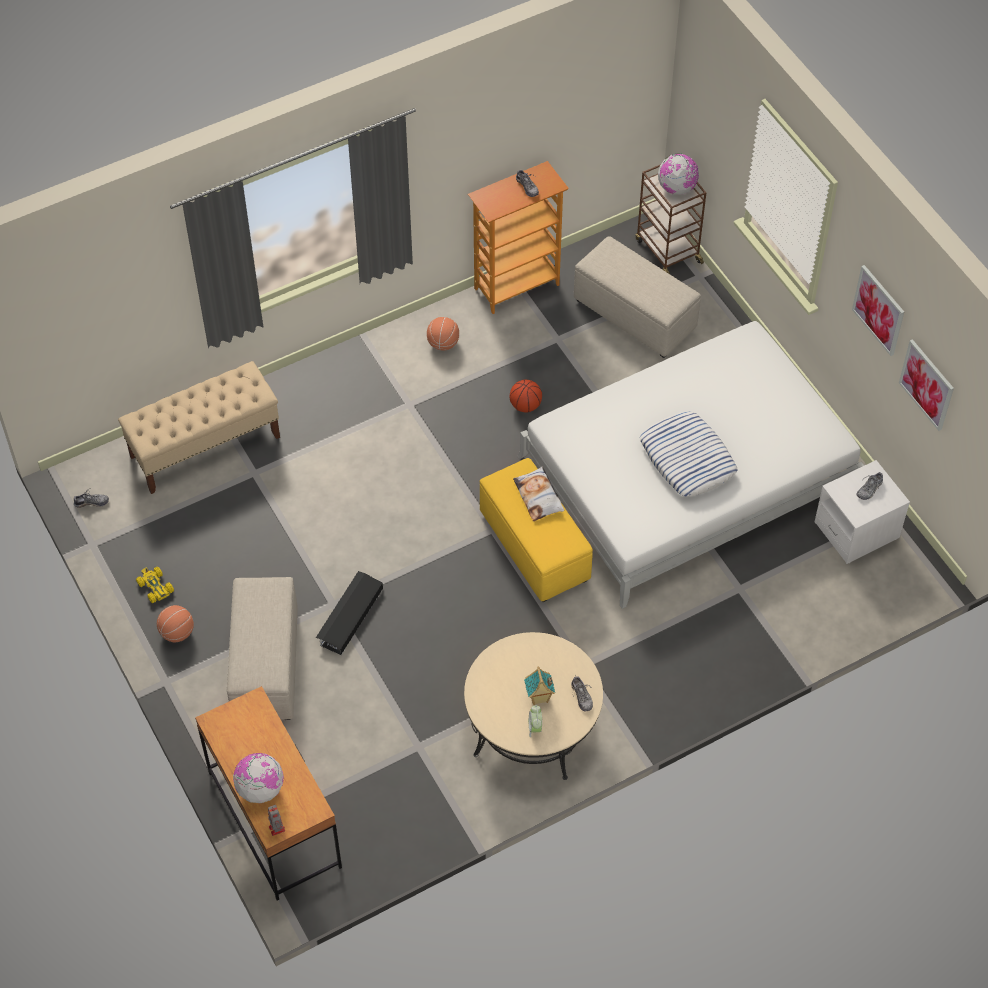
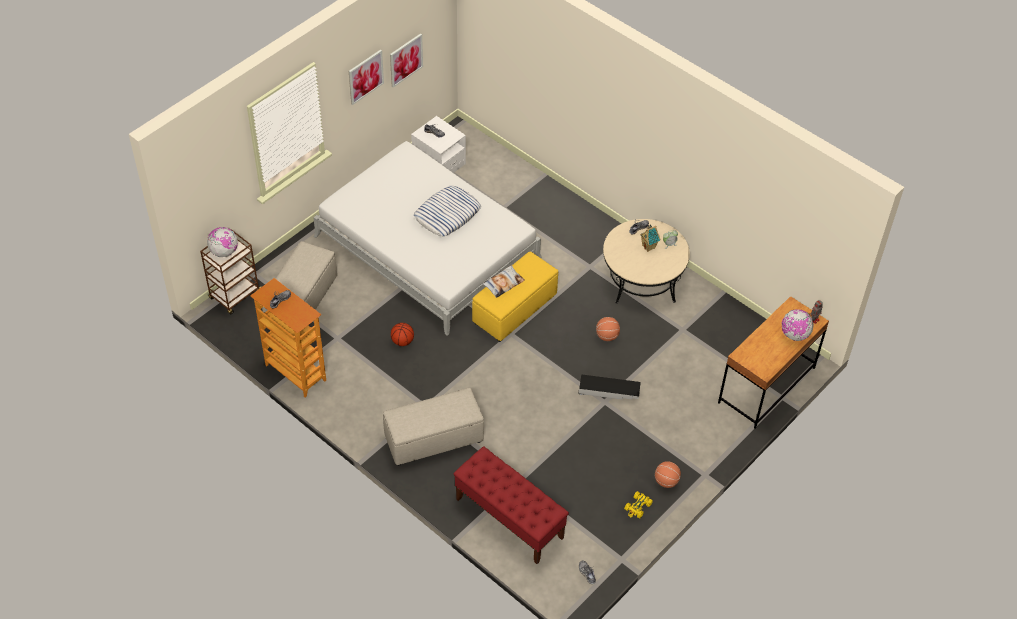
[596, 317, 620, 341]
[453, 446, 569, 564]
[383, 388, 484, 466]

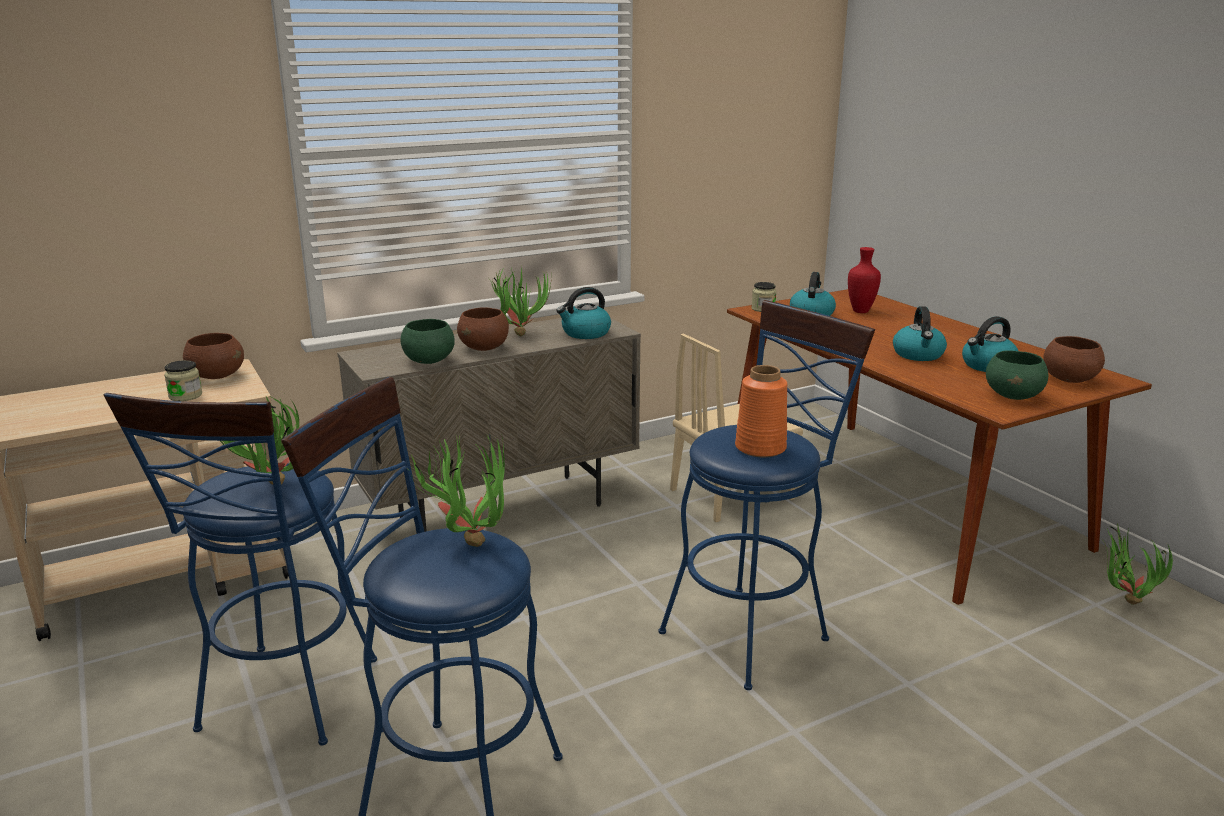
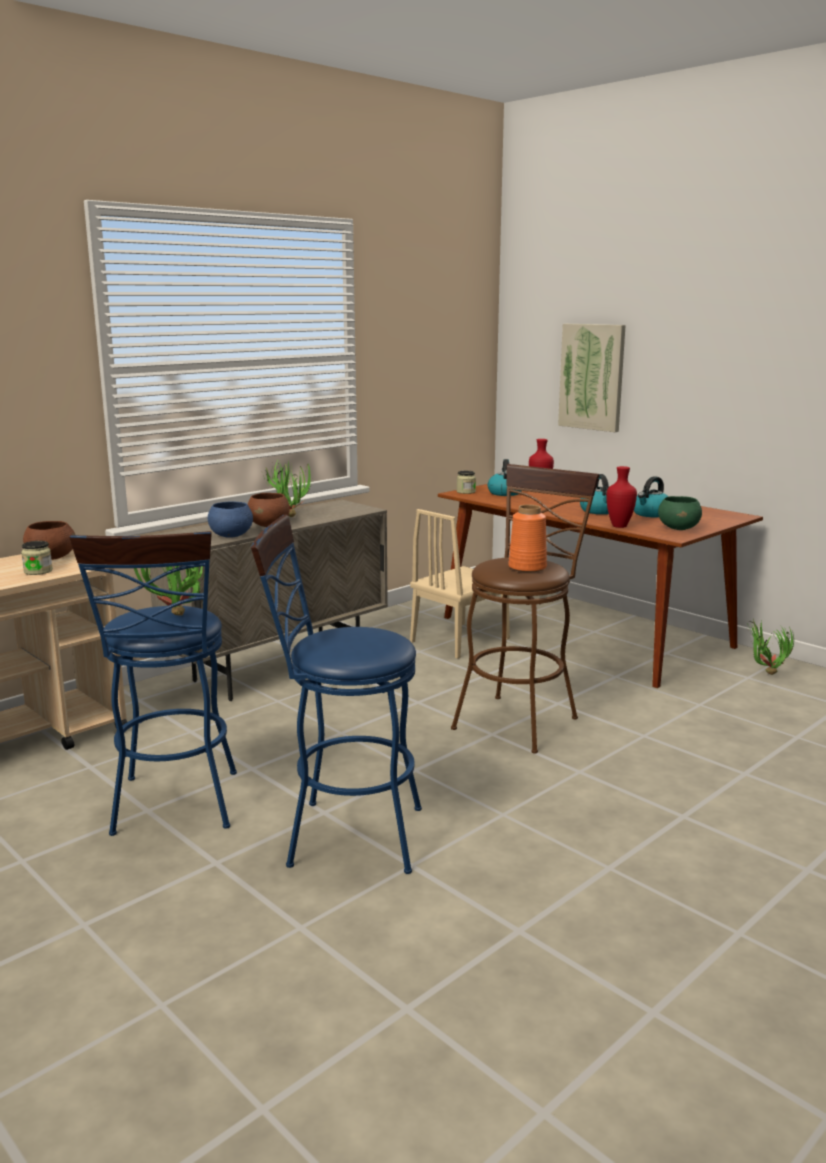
[556, 287, 611, 339] (first image)
[451, 464, 600, 754]
[208, 501, 253, 538]
[1043, 336, 1105, 383] (first image)
[411, 433, 505, 547] (first image)
[558, 324, 626, 432]
[606, 466, 637, 528]

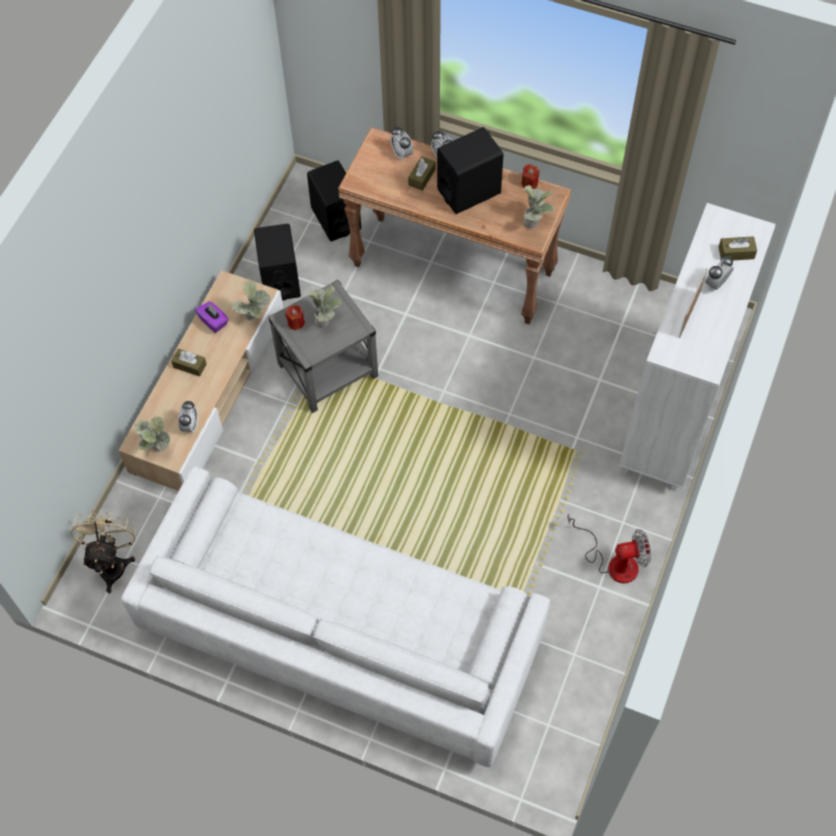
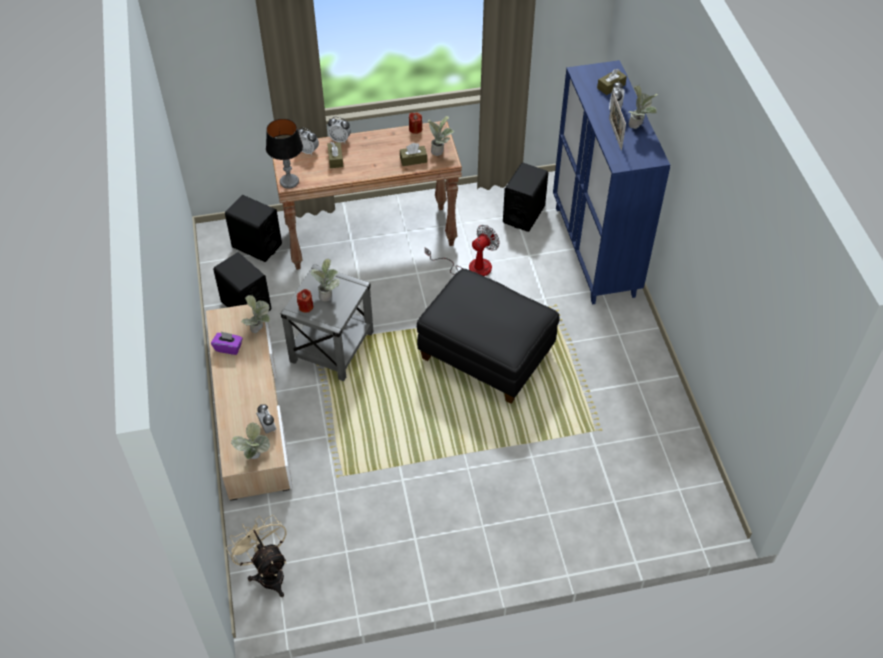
[503, 163, 548, 232]
[553, 60, 670, 305]
[400, 143, 427, 166]
[121, 466, 550, 768] (first image)
[425, 225, 500, 276]
[629, 85, 658, 129]
[266, 119, 303, 189]
[417, 269, 560, 404]

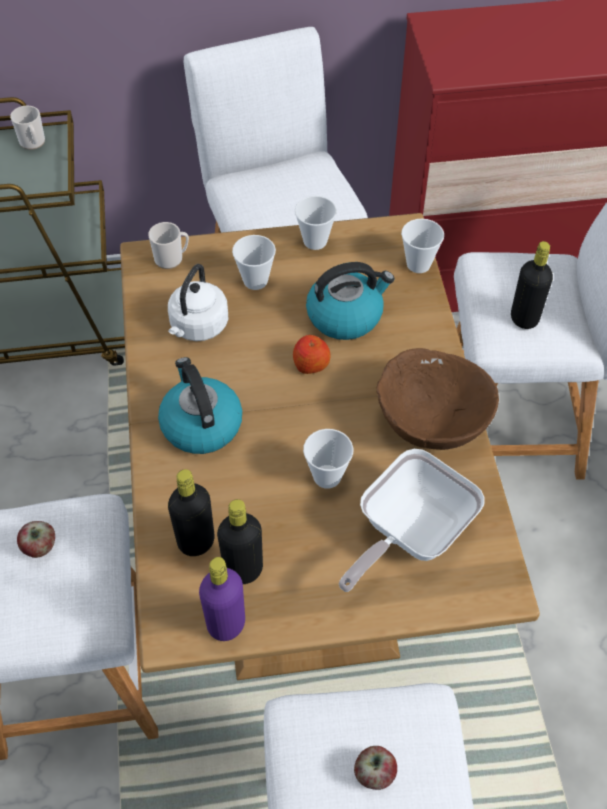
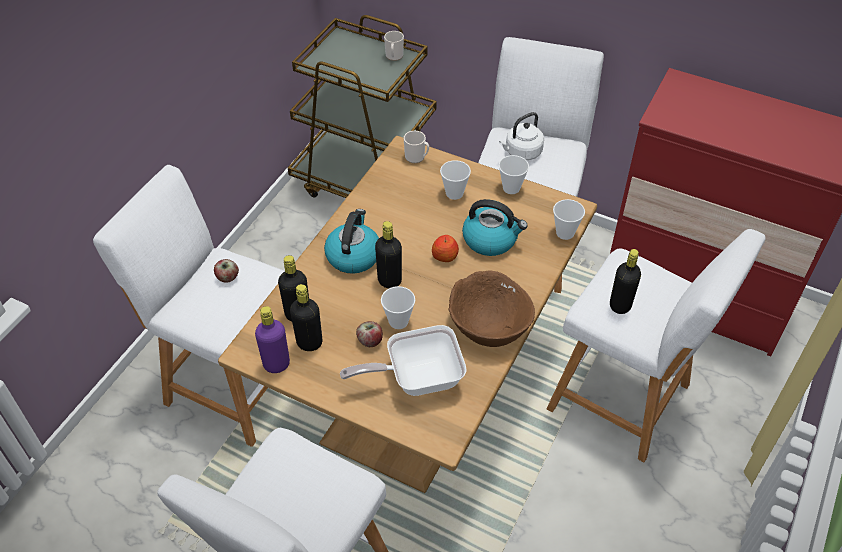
[499, 112, 544, 160]
[356, 321, 383, 347]
[375, 221, 402, 288]

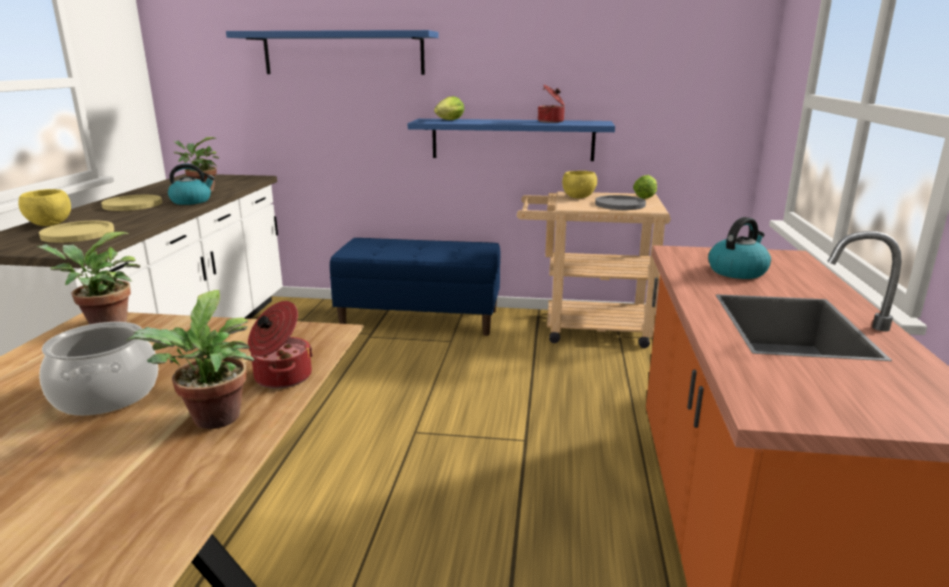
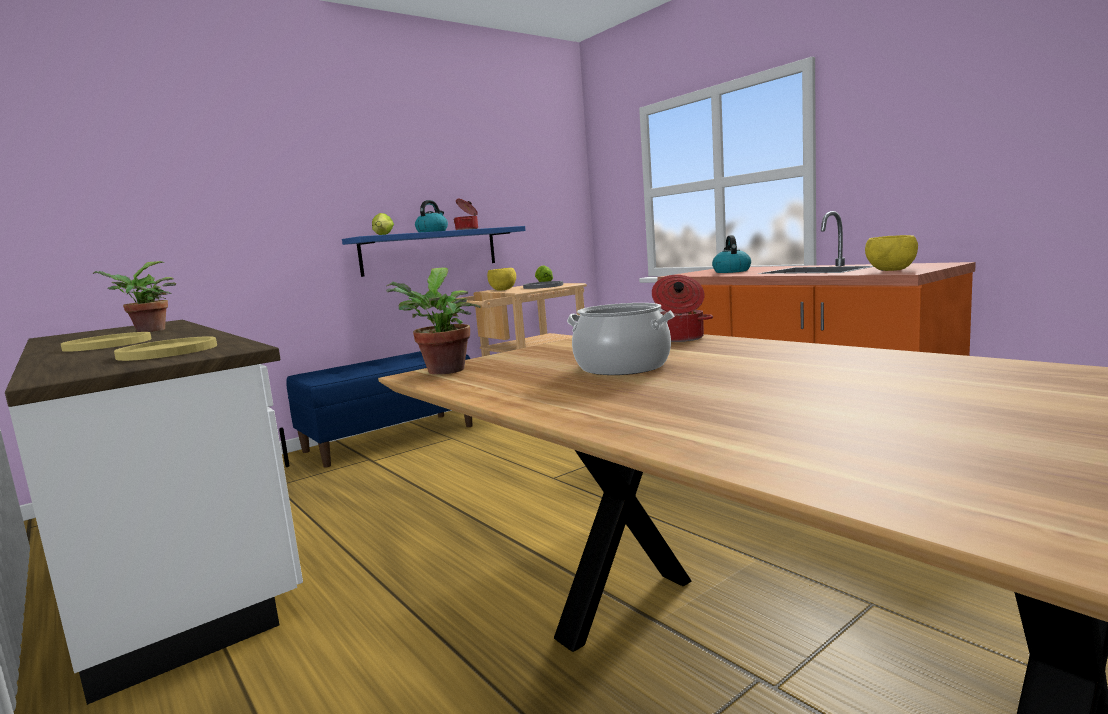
[226, 30, 439, 75] (first image)
[415, 200, 448, 233]
[865, 235, 918, 271]
[126, 290, 254, 429] (first image)

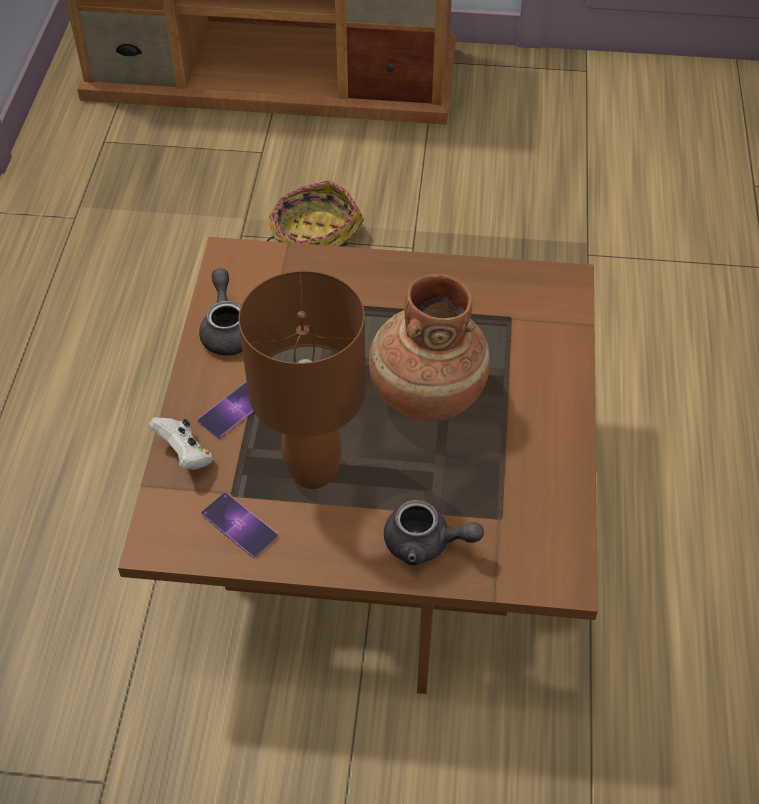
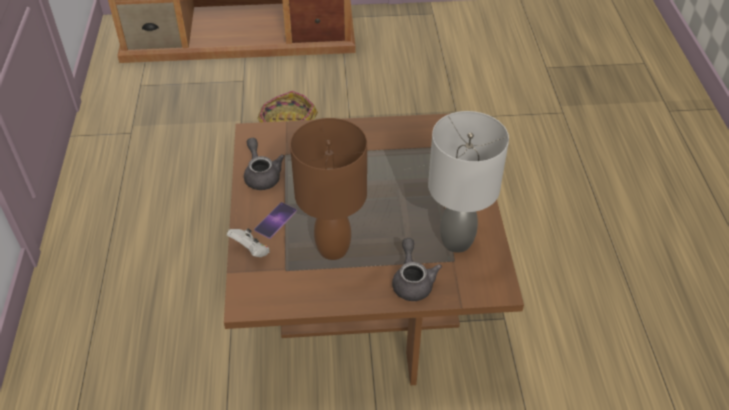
[369, 274, 490, 422] (first image)
[201, 493, 278, 558] (first image)
[392, 238, 442, 301]
[428, 111, 509, 253]

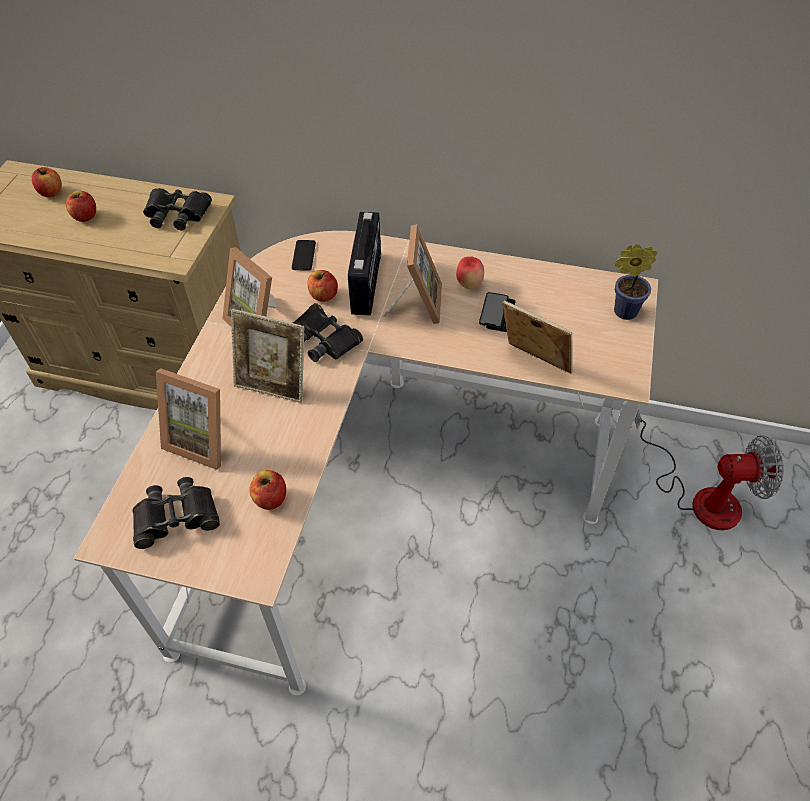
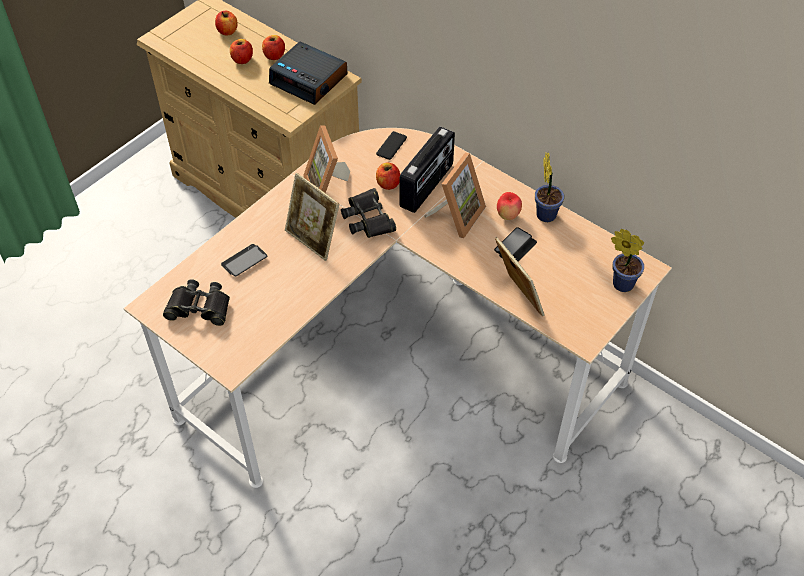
[269, 41, 347, 105]
[221, 244, 267, 276]
[635, 410, 784, 530] (first image)
[262, 35, 285, 60]
[535, 152, 564, 222]

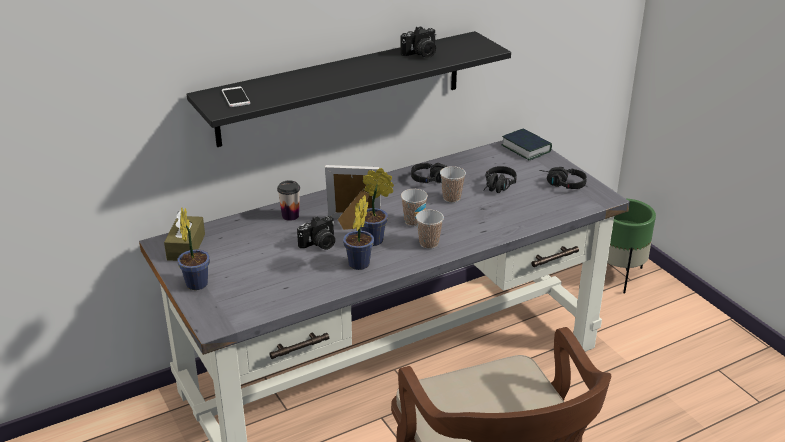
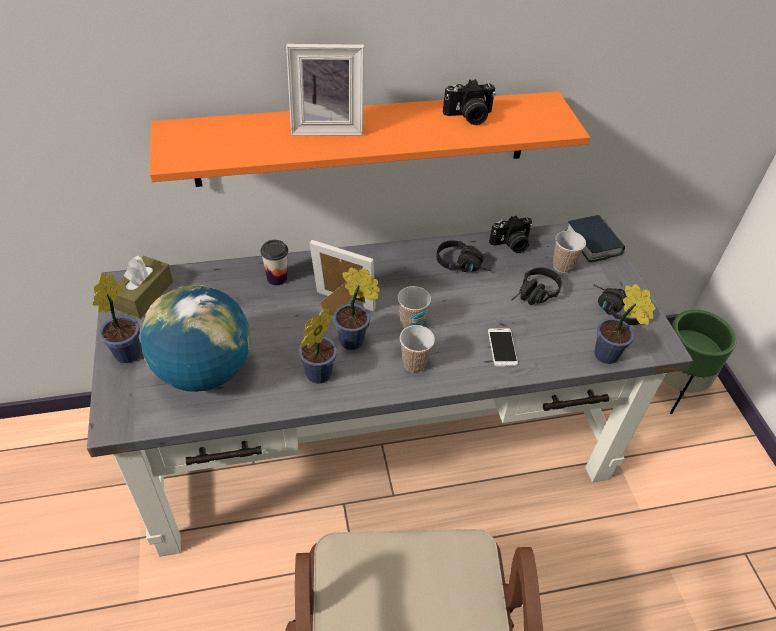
[150, 91, 590, 187]
[488, 328, 518, 366]
[553, 231, 586, 273]
[489, 215, 532, 253]
[286, 44, 364, 135]
[594, 284, 655, 364]
[141, 285, 250, 392]

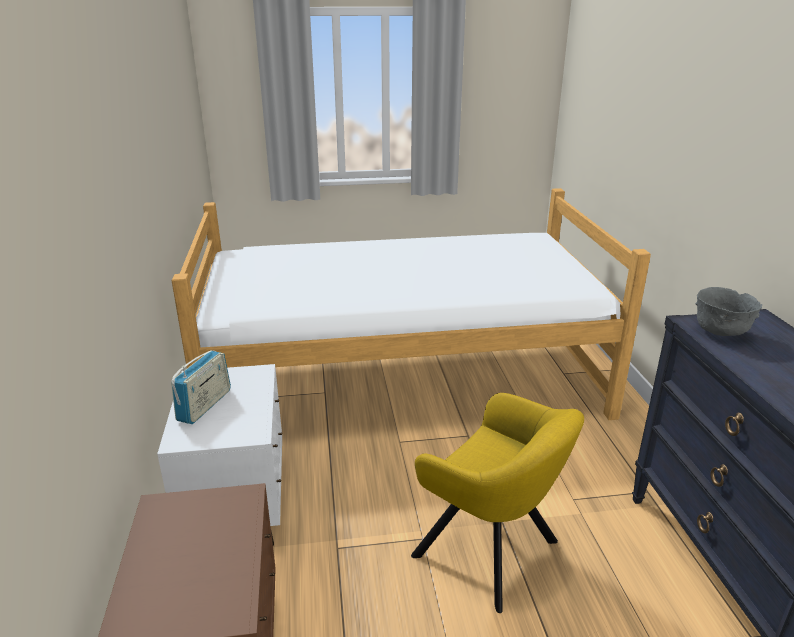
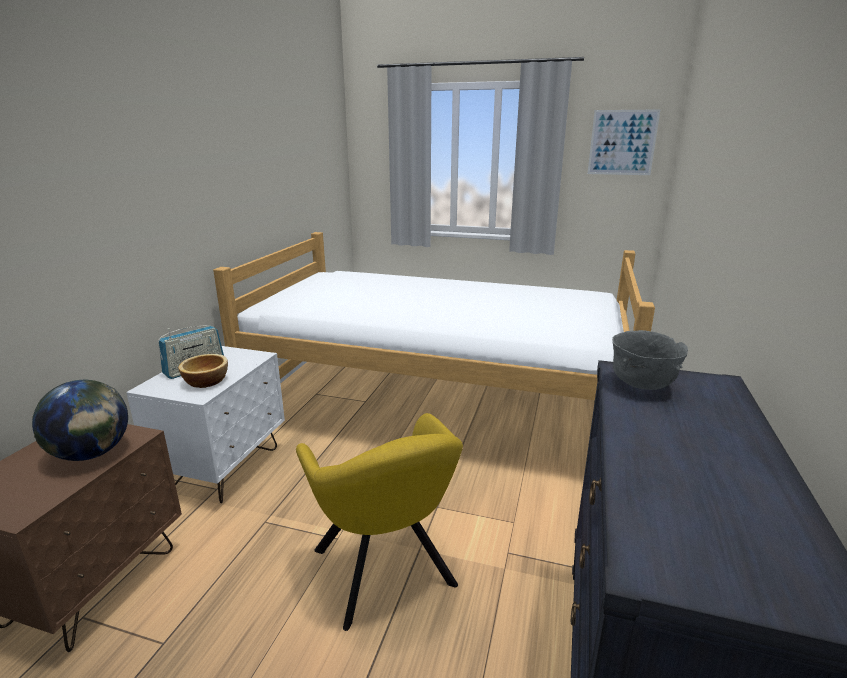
[588, 109, 661, 175]
[178, 354, 228, 388]
[32, 379, 128, 461]

